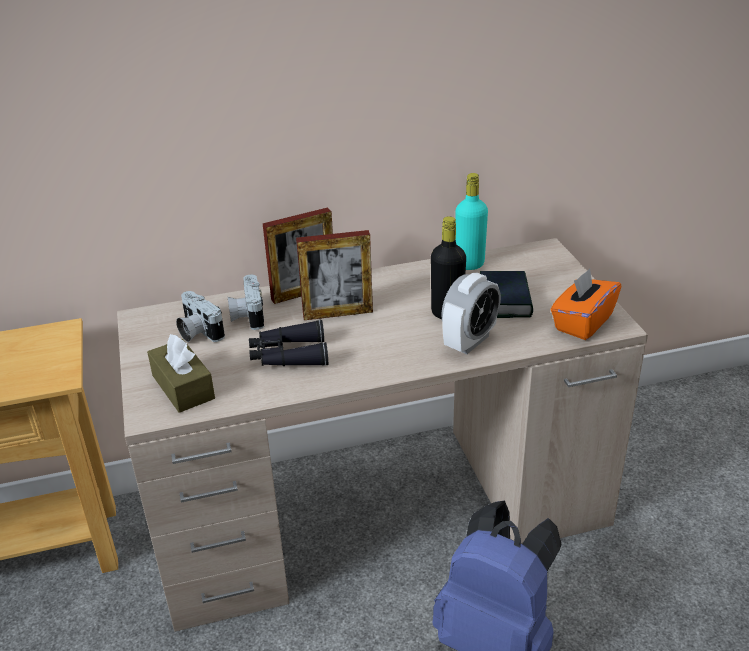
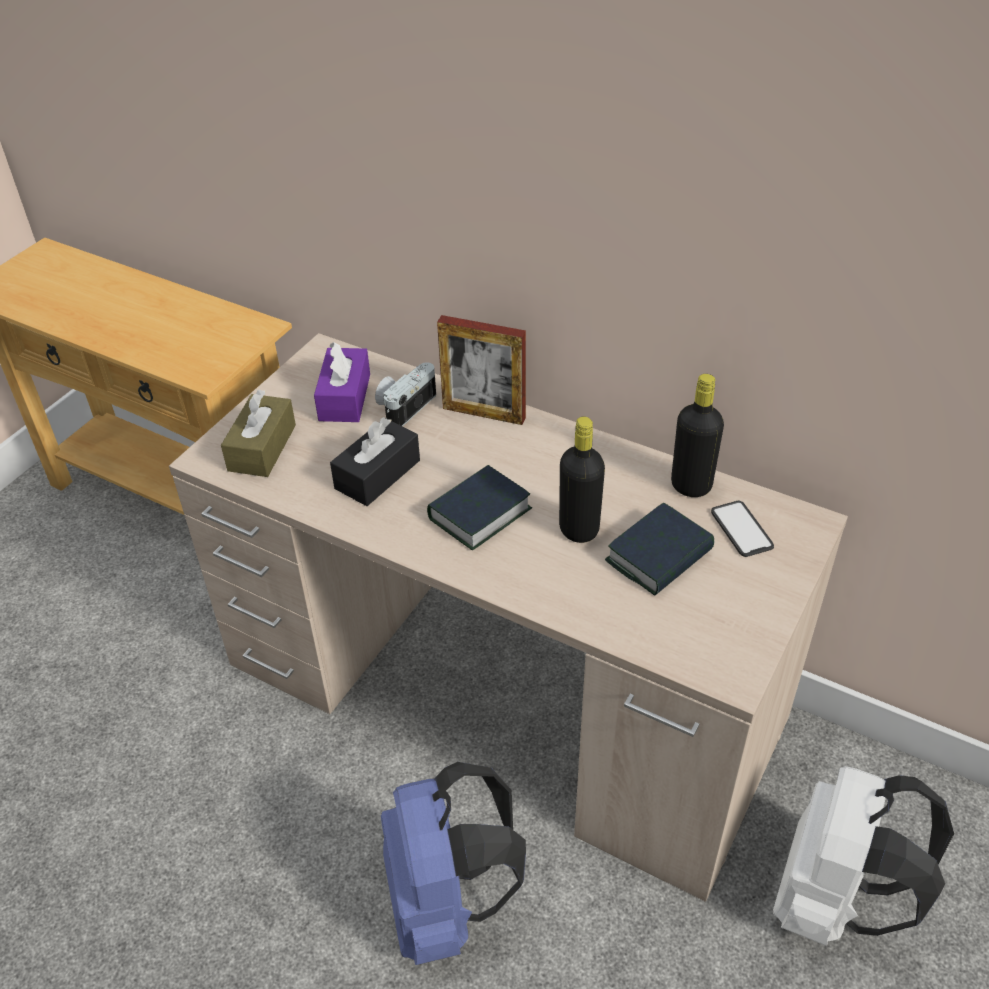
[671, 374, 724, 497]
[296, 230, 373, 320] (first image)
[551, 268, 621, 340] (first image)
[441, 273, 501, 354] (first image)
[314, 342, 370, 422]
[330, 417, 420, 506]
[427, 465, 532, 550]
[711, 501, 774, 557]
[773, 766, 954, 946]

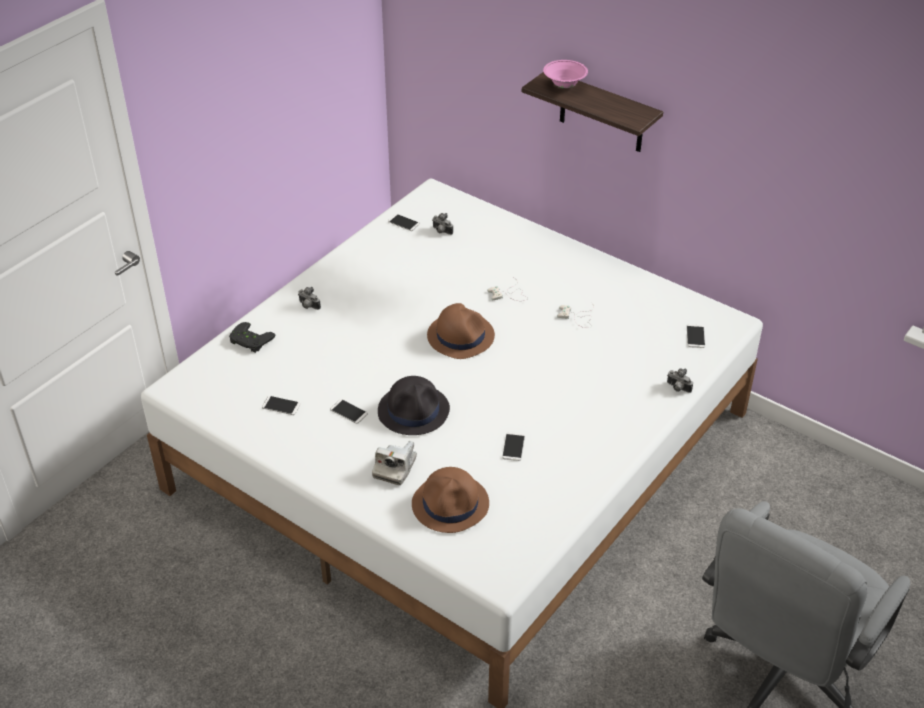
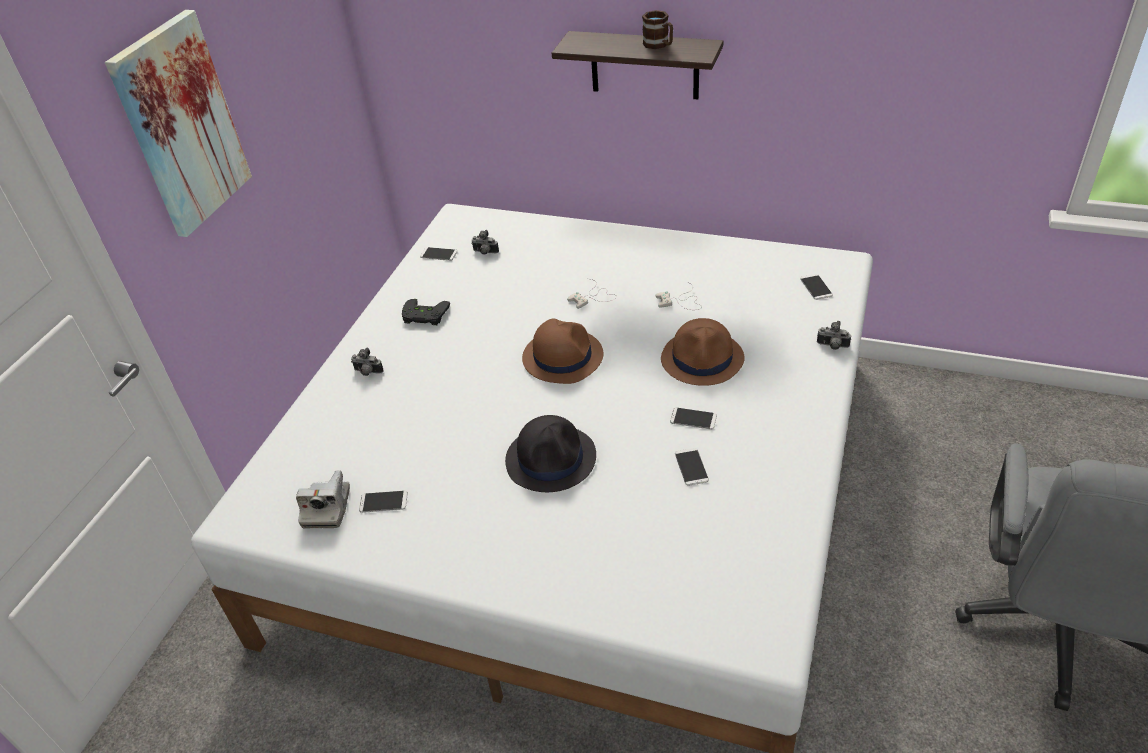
[543, 60, 588, 89] (first image)
[402, 299, 450, 325]
[670, 407, 717, 430]
[296, 470, 350, 529]
[661, 318, 745, 386]
[105, 10, 252, 237]
[642, 10, 673, 49]

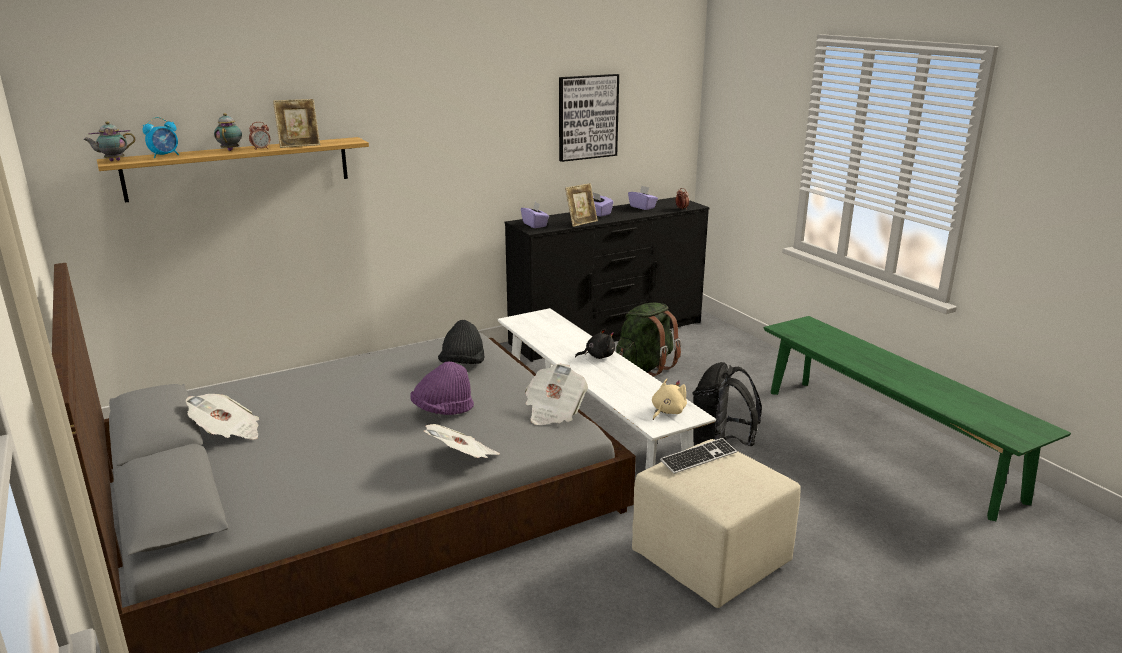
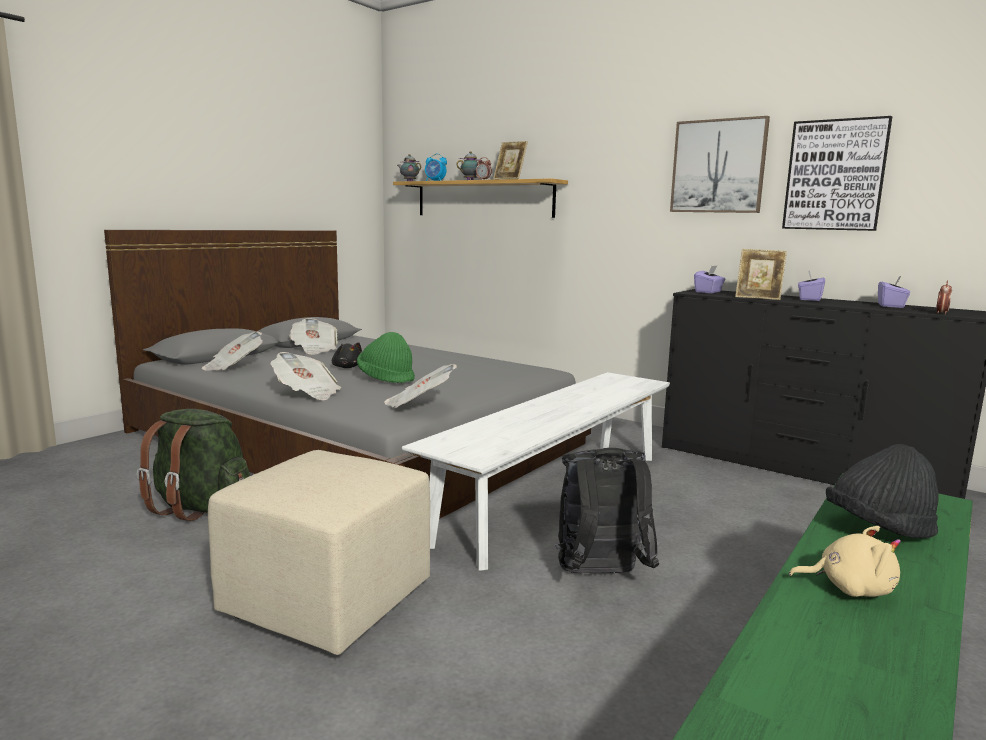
[137, 409, 250, 521]
[826, 444, 938, 538]
[332, 343, 362, 368]
[357, 332, 415, 383]
[789, 526, 901, 597]
[660, 438, 737, 474] (first image)
[670, 116, 770, 213]
[202, 332, 262, 371]

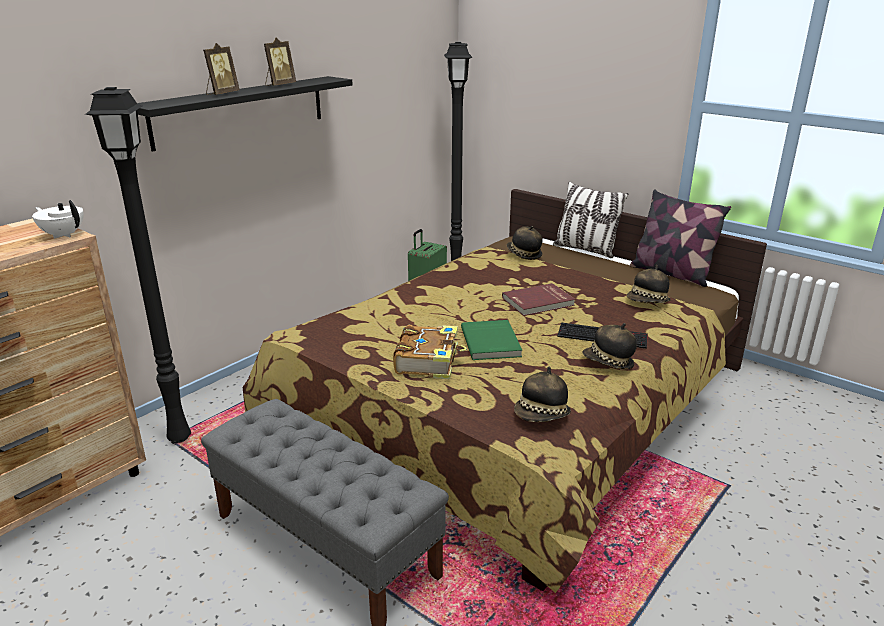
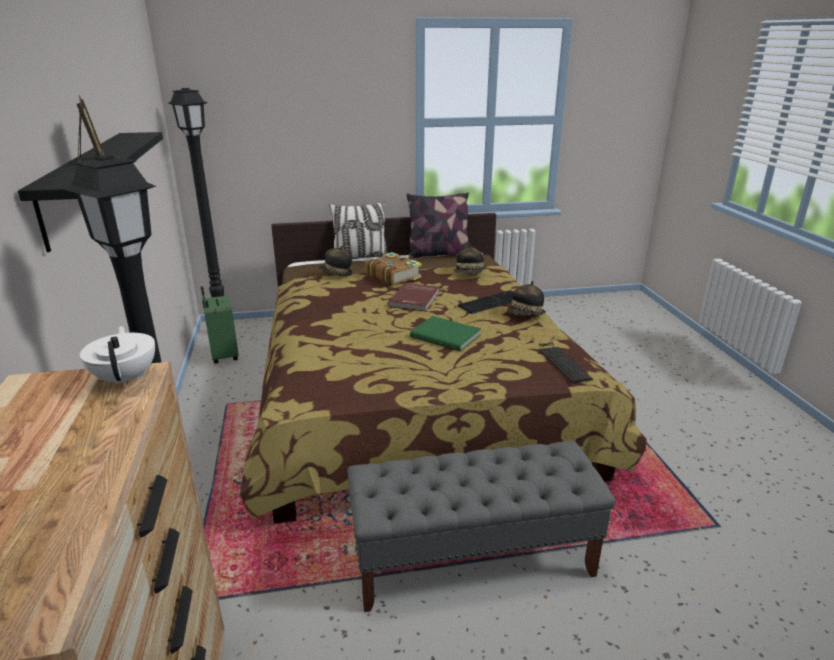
[264, 38, 296, 86] (first image)
[80, 326, 155, 387]
[365, 252, 421, 286]
[539, 337, 593, 383]

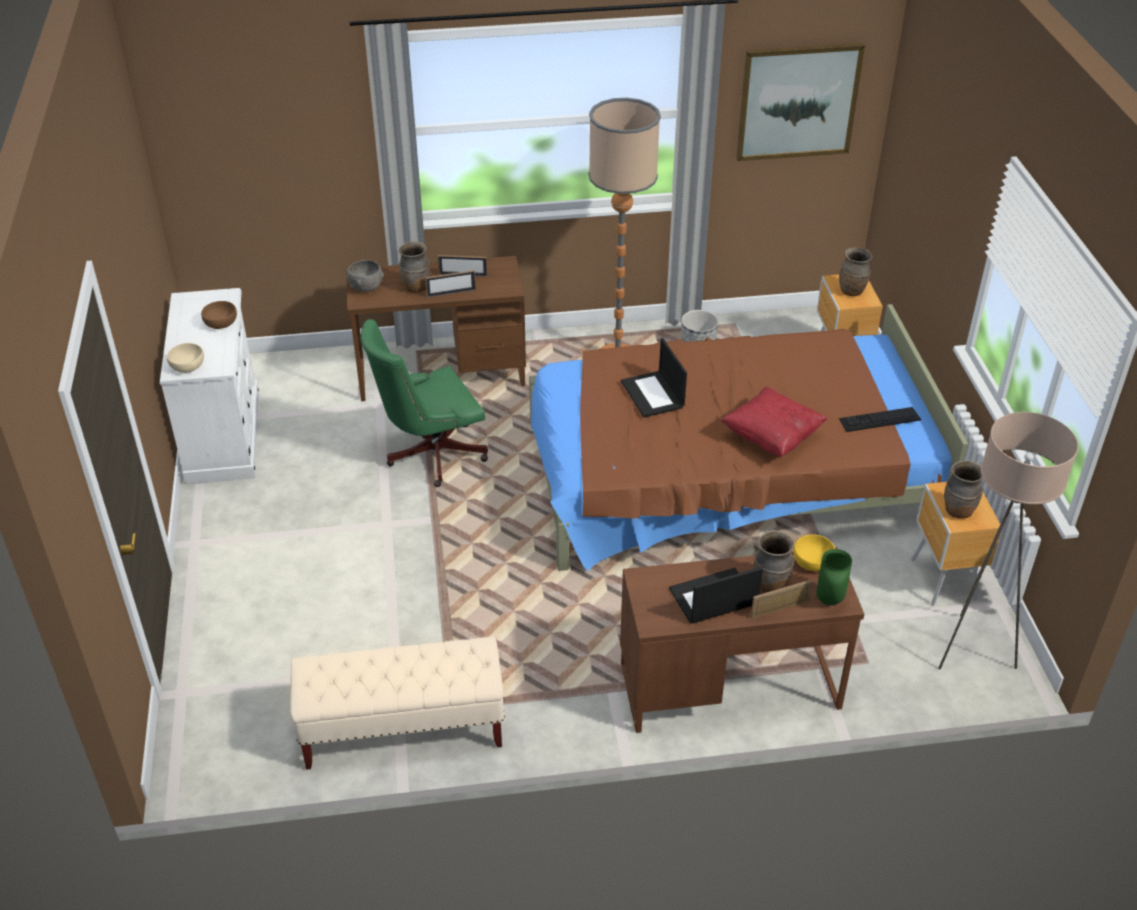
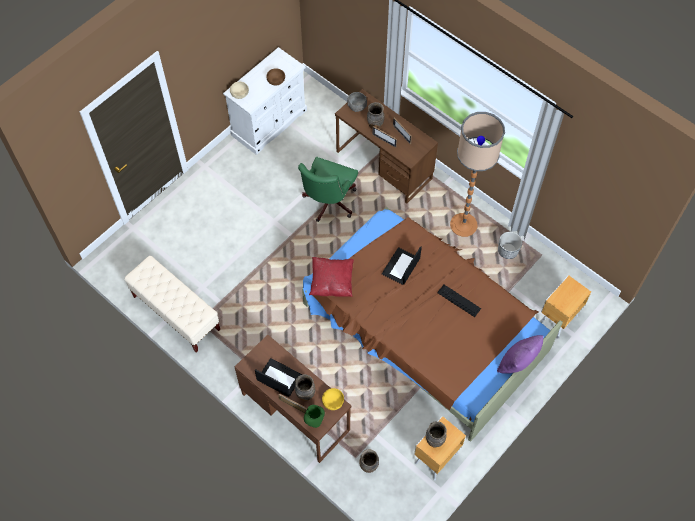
[736, 43, 865, 161] (first image)
[359, 449, 379, 473]
[298, 157, 358, 222]
[309, 257, 354, 297]
[437, 285, 481, 317]
[938, 412, 1078, 670] (first image)
[497, 335, 543, 374]

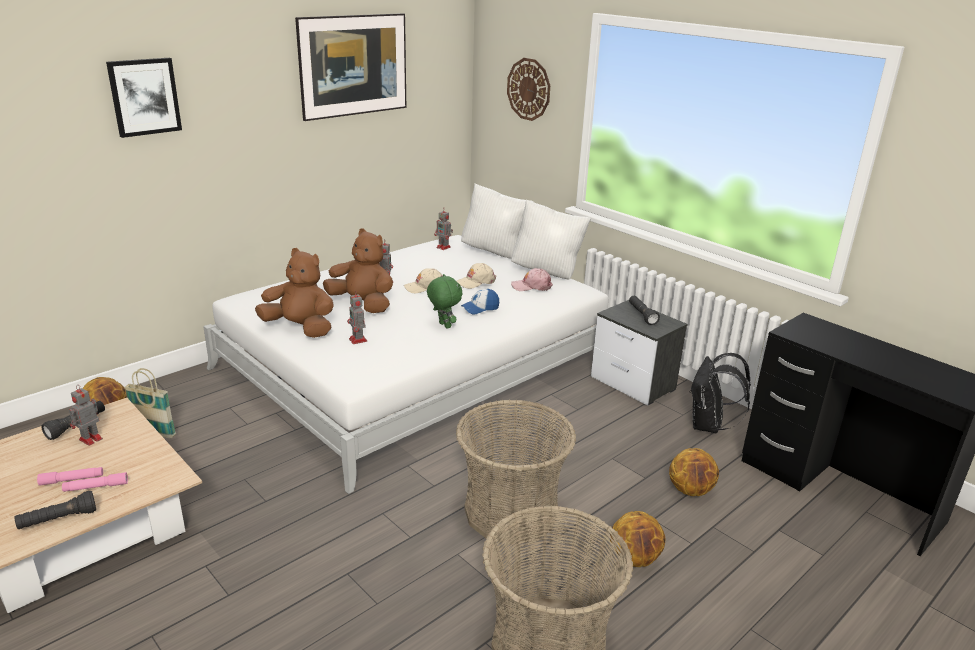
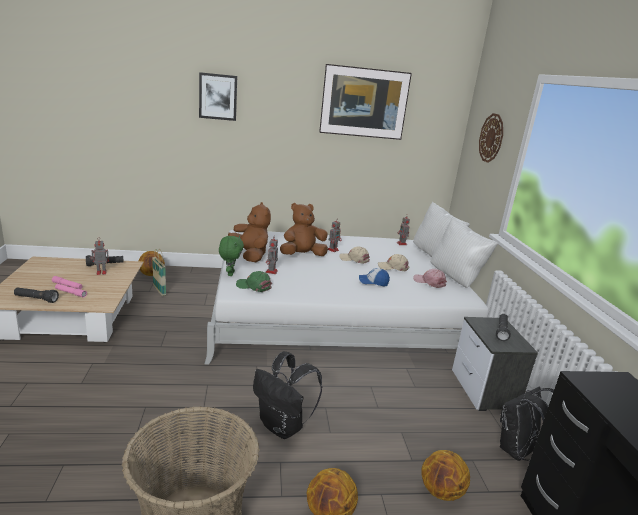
[280, 203, 328, 256]
[219, 236, 244, 276]
[253, 351, 322, 439]
[236, 271, 272, 292]

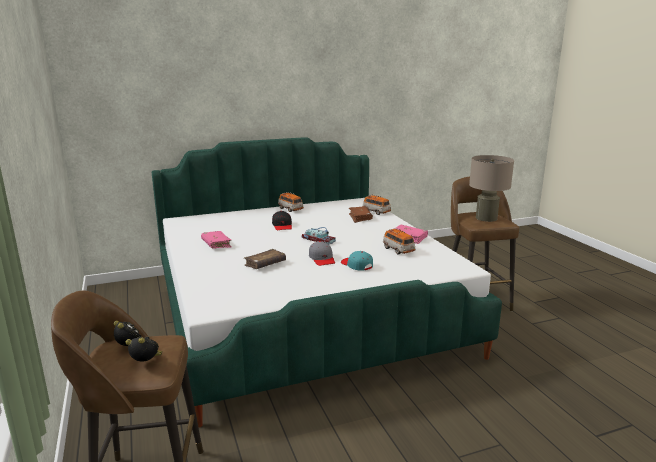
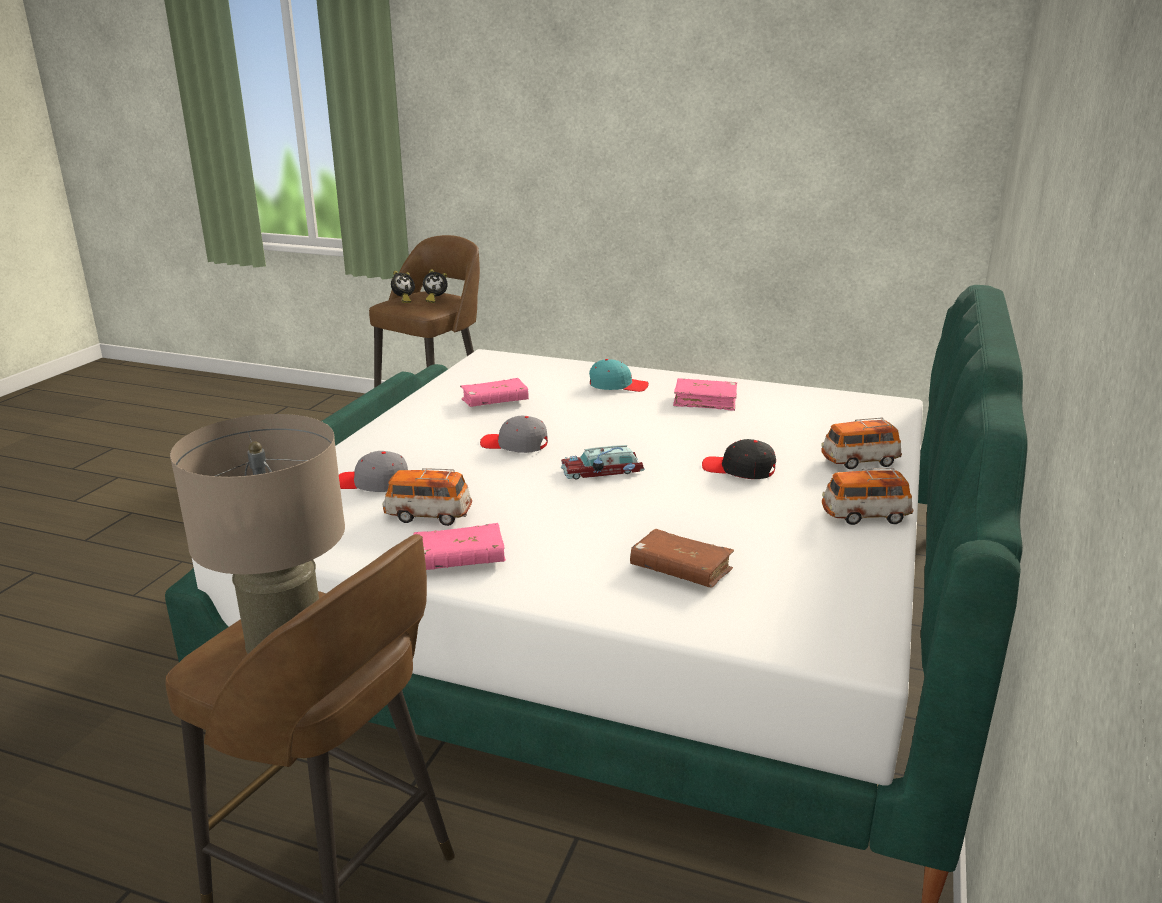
[821, 418, 902, 469]
[244, 249, 286, 269] (first image)
[589, 359, 649, 392]
[460, 378, 529, 407]
[339, 451, 408, 492]

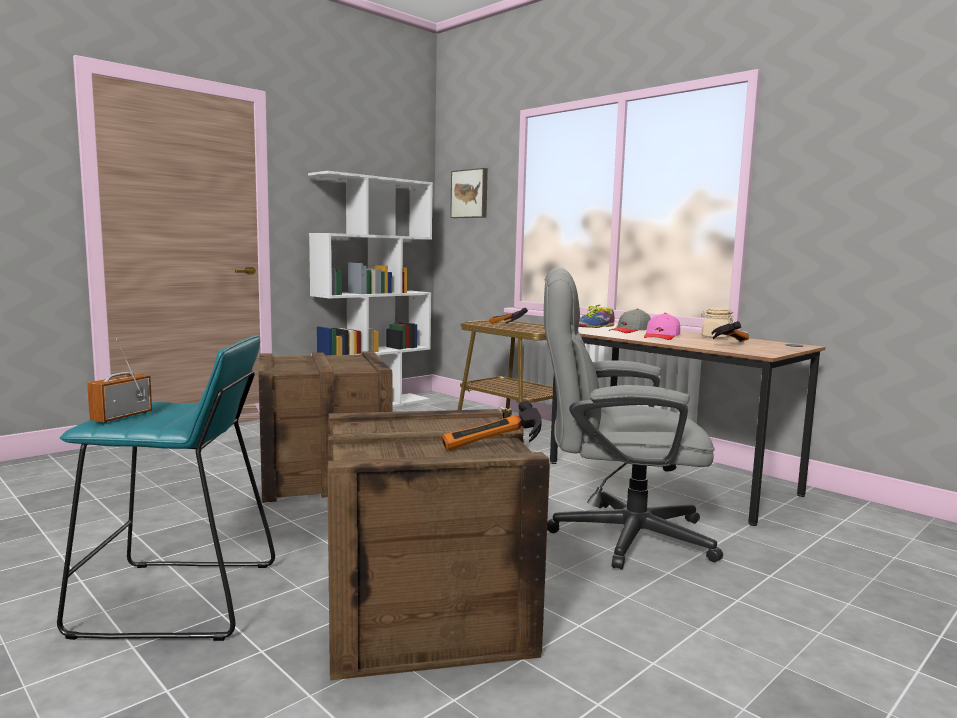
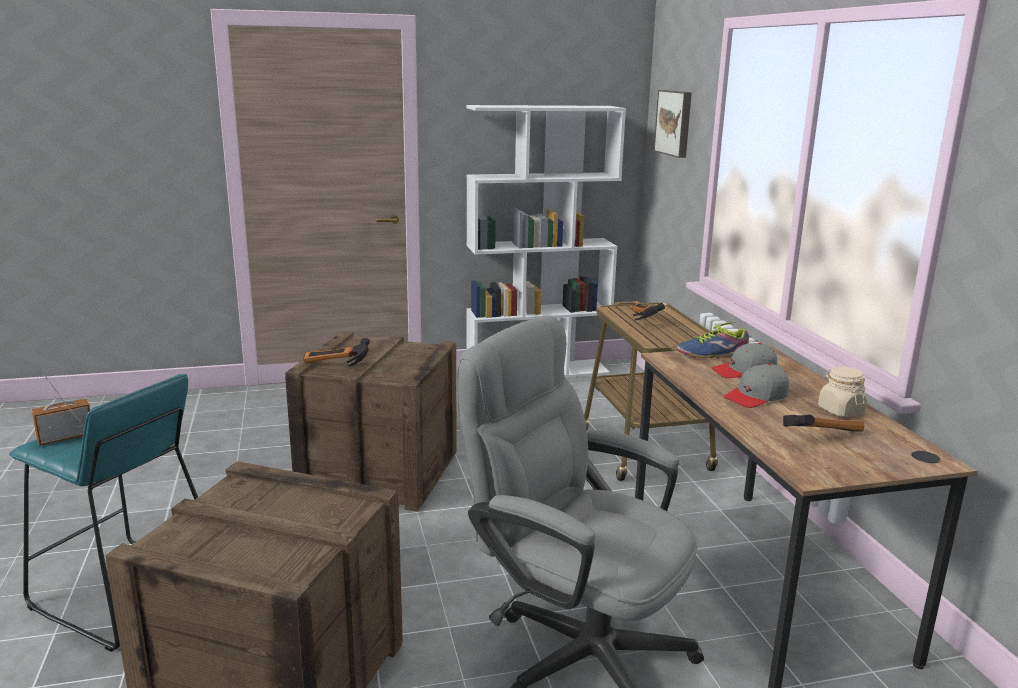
[724, 364, 789, 408]
[303, 338, 370, 367]

